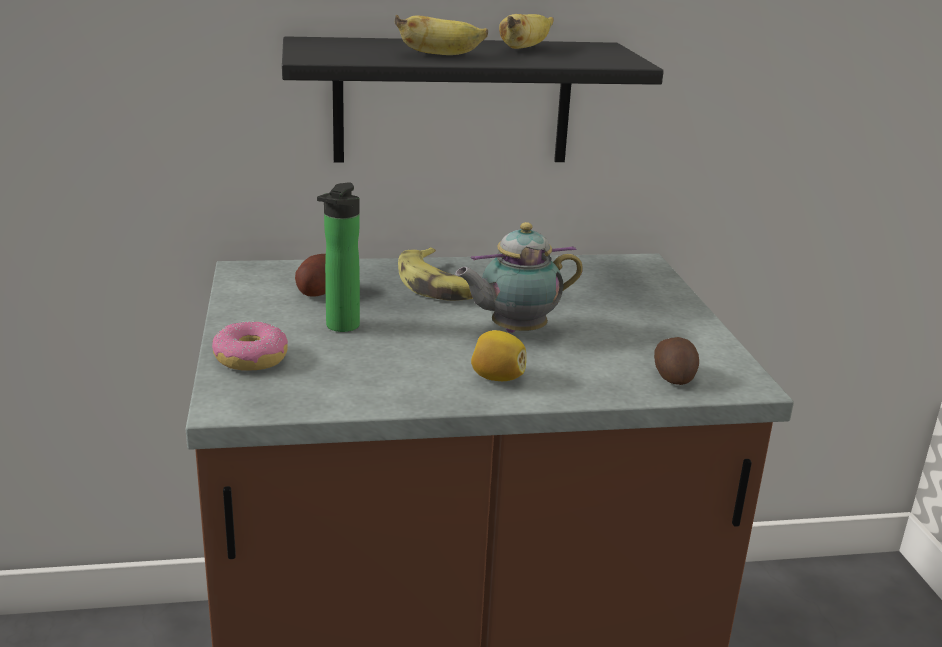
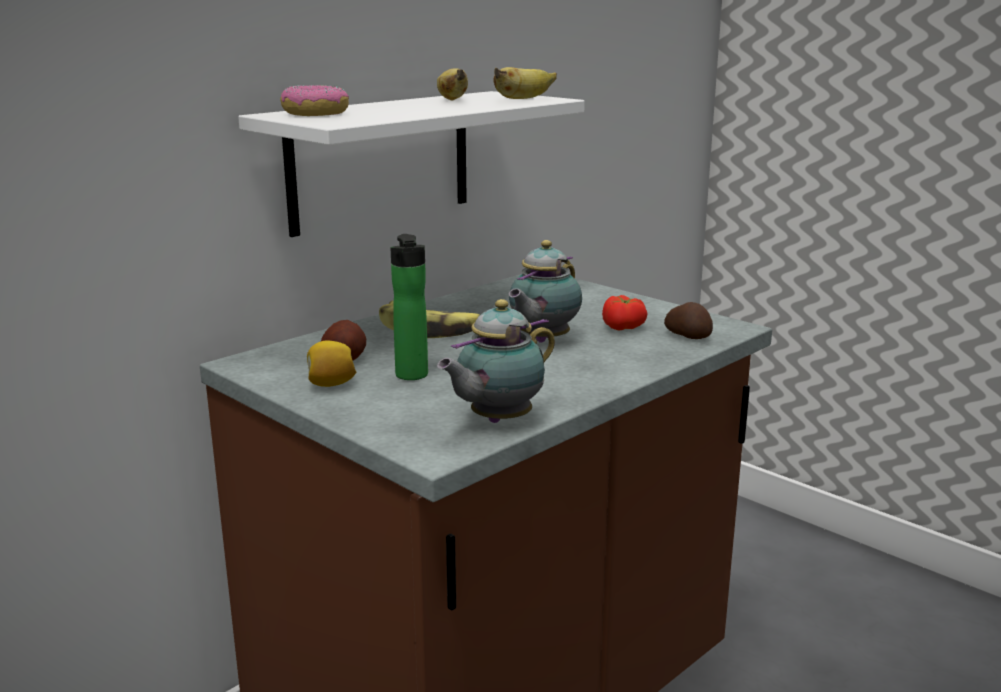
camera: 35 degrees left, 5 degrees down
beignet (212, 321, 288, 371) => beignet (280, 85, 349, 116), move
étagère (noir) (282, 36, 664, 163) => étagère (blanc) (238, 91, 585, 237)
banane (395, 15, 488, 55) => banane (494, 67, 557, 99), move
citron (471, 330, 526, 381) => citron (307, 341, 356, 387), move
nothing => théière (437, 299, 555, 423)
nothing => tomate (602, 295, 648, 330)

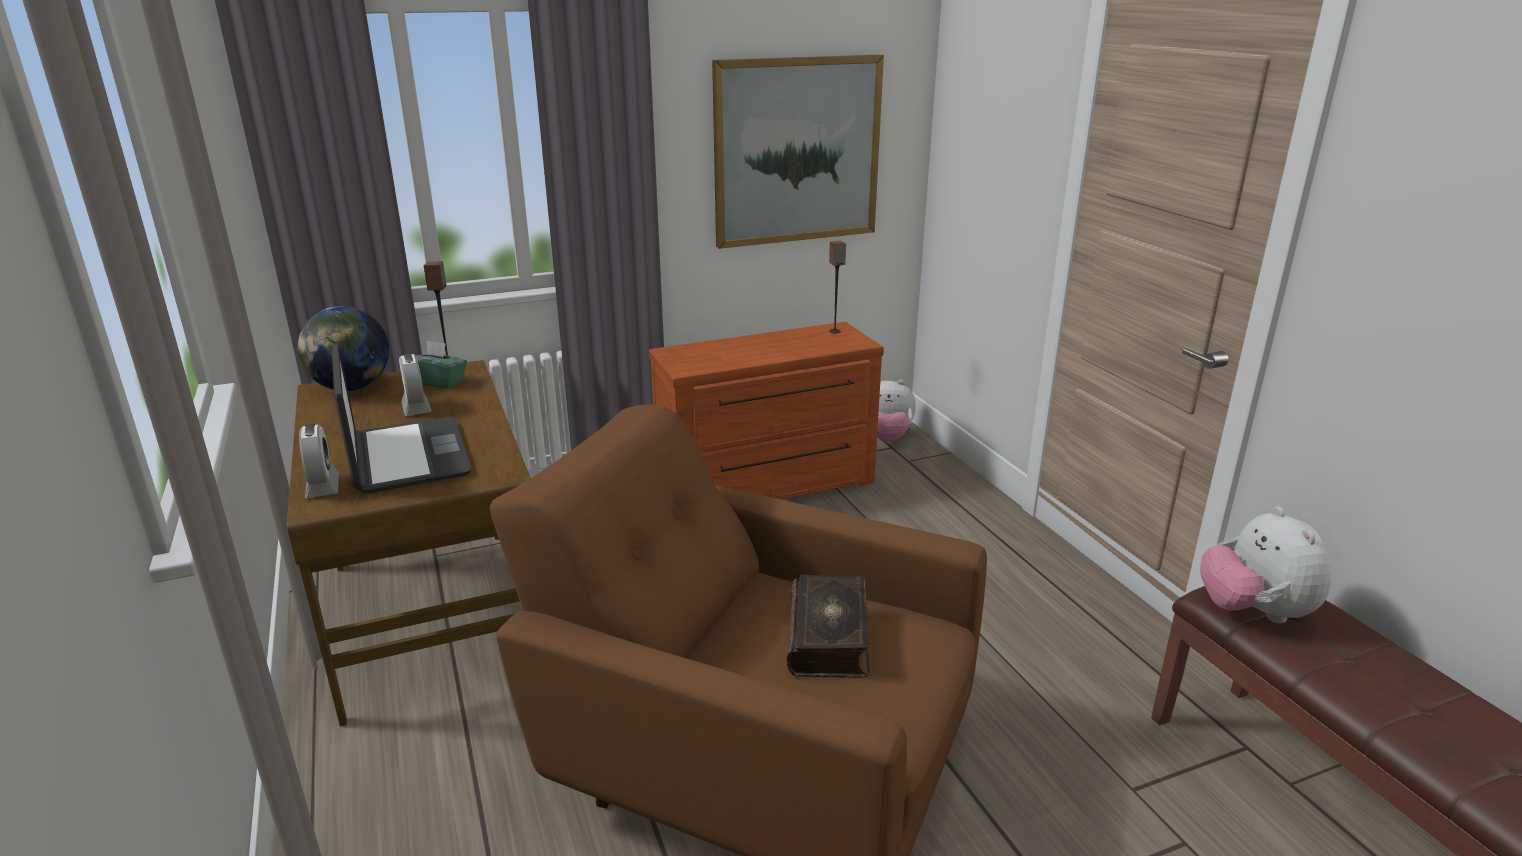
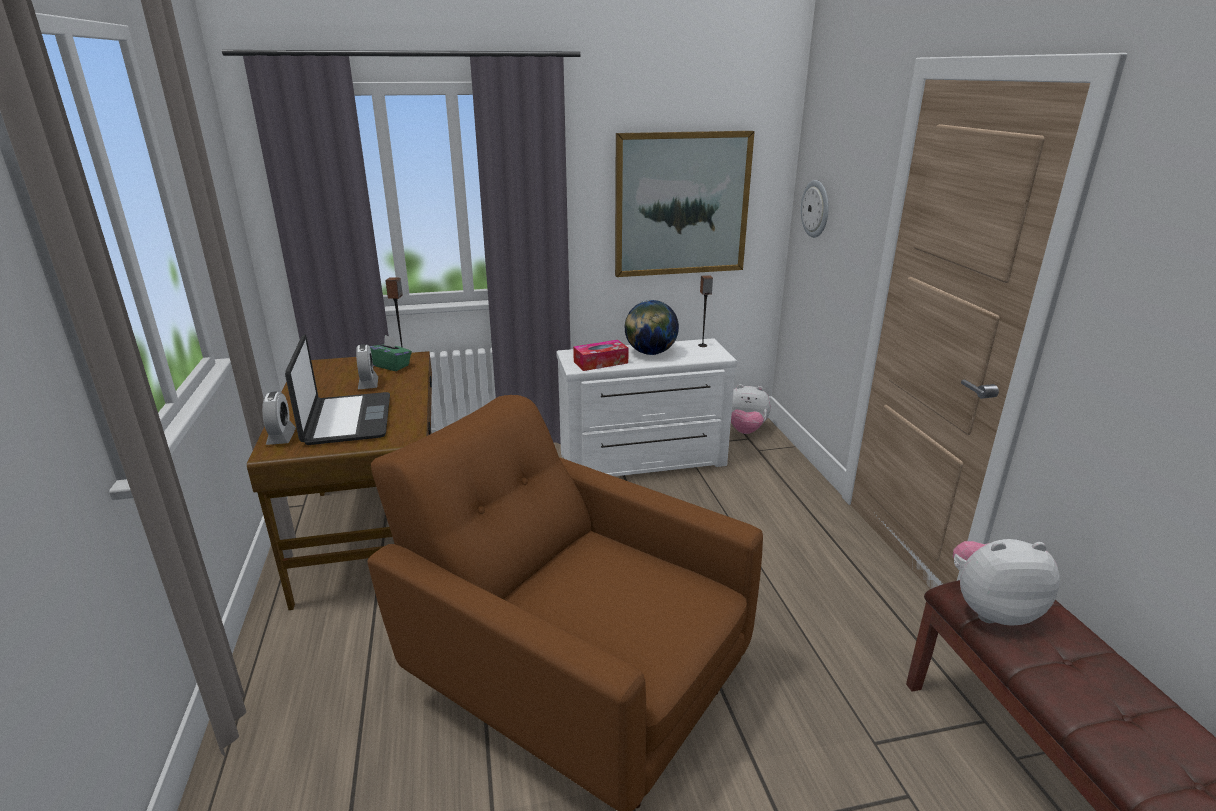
camera: 10 degrees right, 0 degrees up
globe (298, 306, 389, 391) => globe (625, 300, 679, 355), move
commode (marron) (649, 322, 884, 500) => commode (blanc) (556, 338, 737, 476)
livre (787, 575, 870, 678) => nothing
peluche (1200, 506, 1332, 623) => peluche (953, 539, 1060, 626), 90 degrees clockwise
nothing => boîte à mouchoirs (573, 340, 629, 371)
nothing => horloge murale (801, 180, 829, 238)

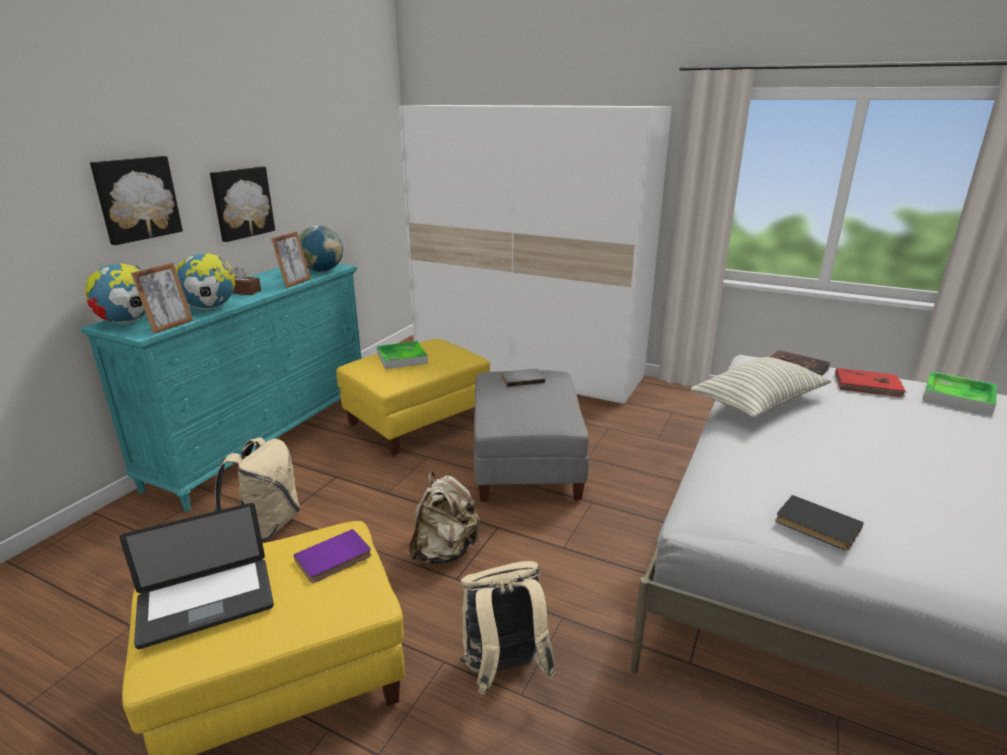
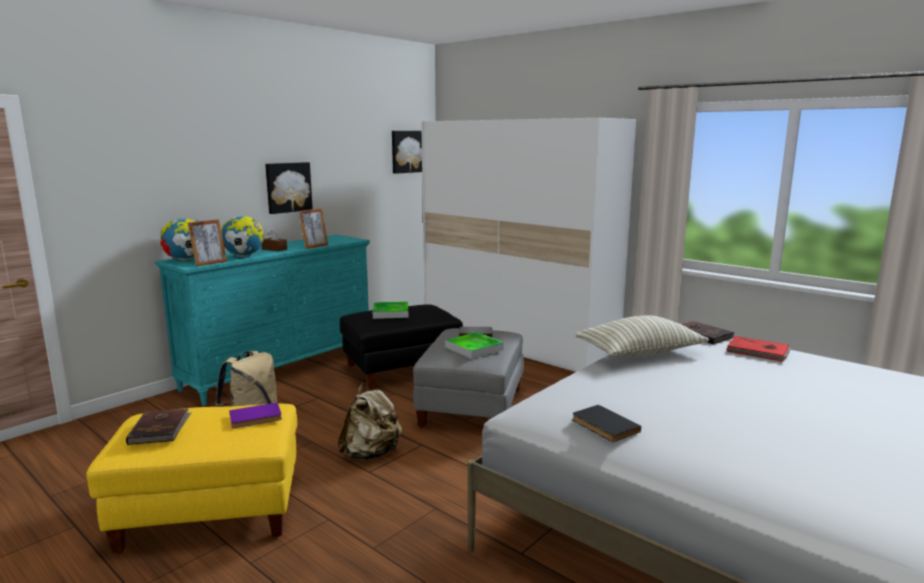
camera: 15 degrees right, 10 degrees down
tableau (90, 156, 183, 245) => tableau (392, 131, 422, 174), move
ordinateur portable (120, 503, 274, 649) => livre (marron) (126, 409, 192, 445)
globe (299, 225, 343, 272) => nothing
pouf (jaune) (336, 339, 490, 456) => pouf (noir) (340, 304, 463, 390)
sac à dos (beige) (460, 561, 557, 695) => nothing
plateau (923, 371, 997, 415) => plateau (445, 332, 504, 359), move

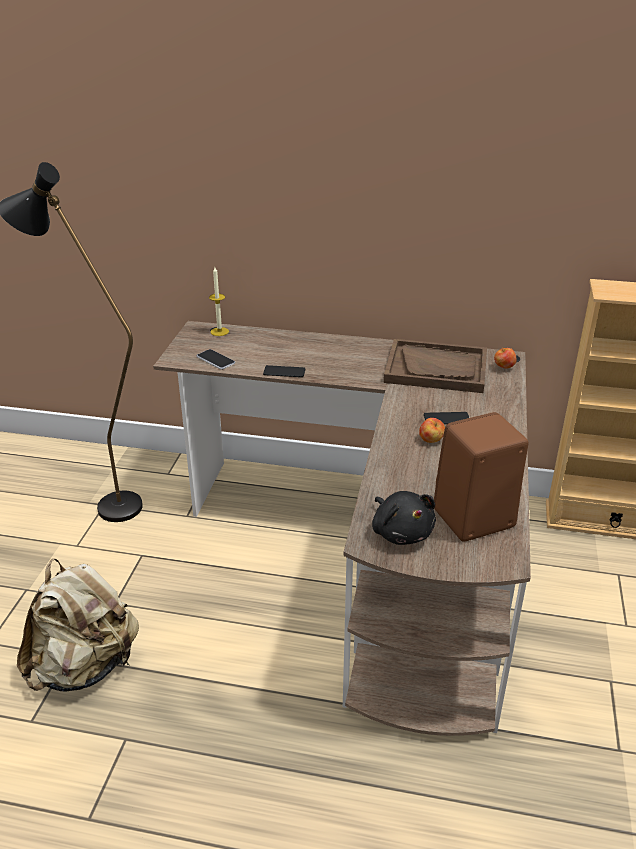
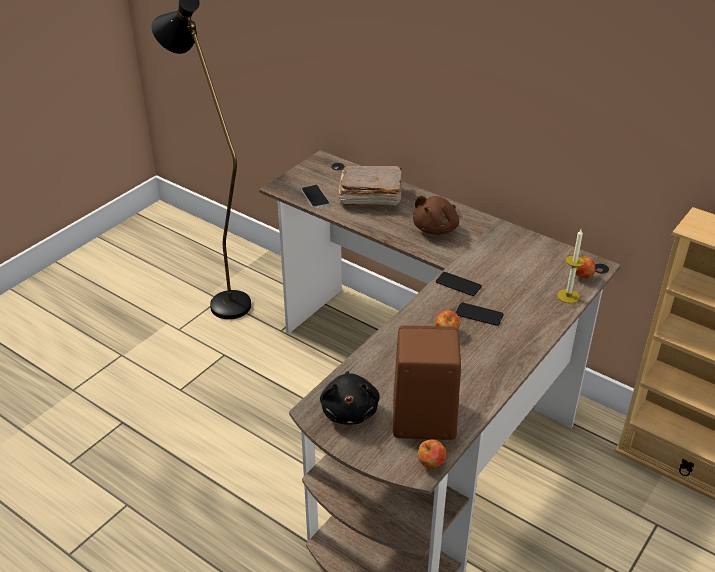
camera: 25 degrees right, 5 degrees up
sac à dos (beige) (17, 559, 139, 691) => nothing
bougie (209, 267, 229, 336) => bougie (557, 229, 585, 303), move
téléphone (263, 365, 305, 377) => téléphone (436, 272, 482, 296), move
plateau (marron) (384, 339, 487, 393) => nothing
nothing => livre (marron) (338, 165, 402, 206)
nothing => peluche (marron) (413, 196, 459, 234)
nothing => pomme (418, 439, 446, 468)

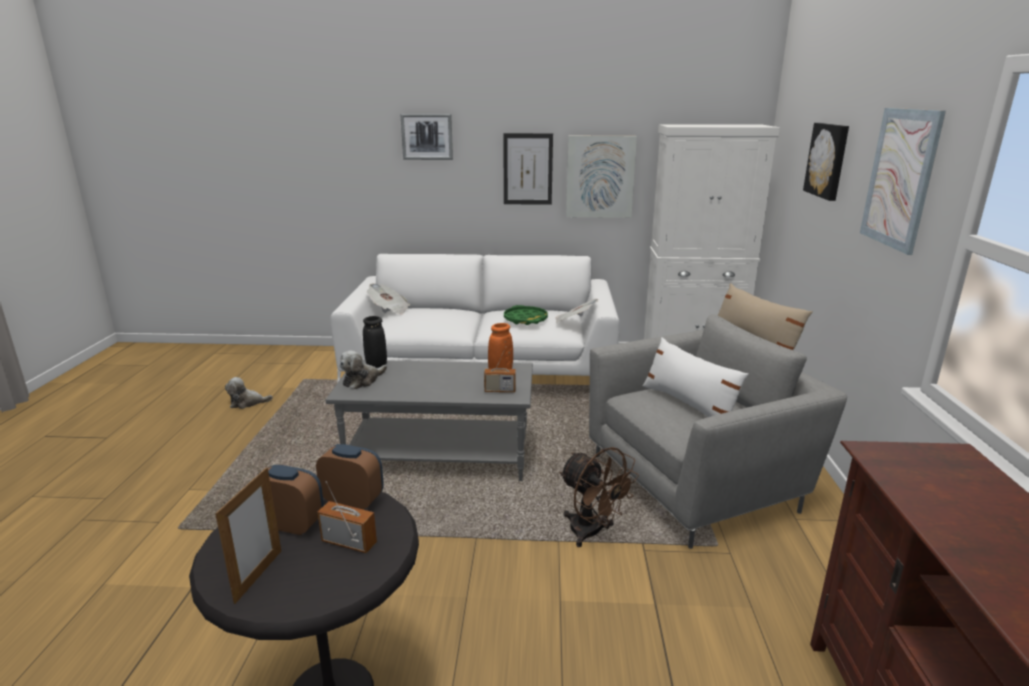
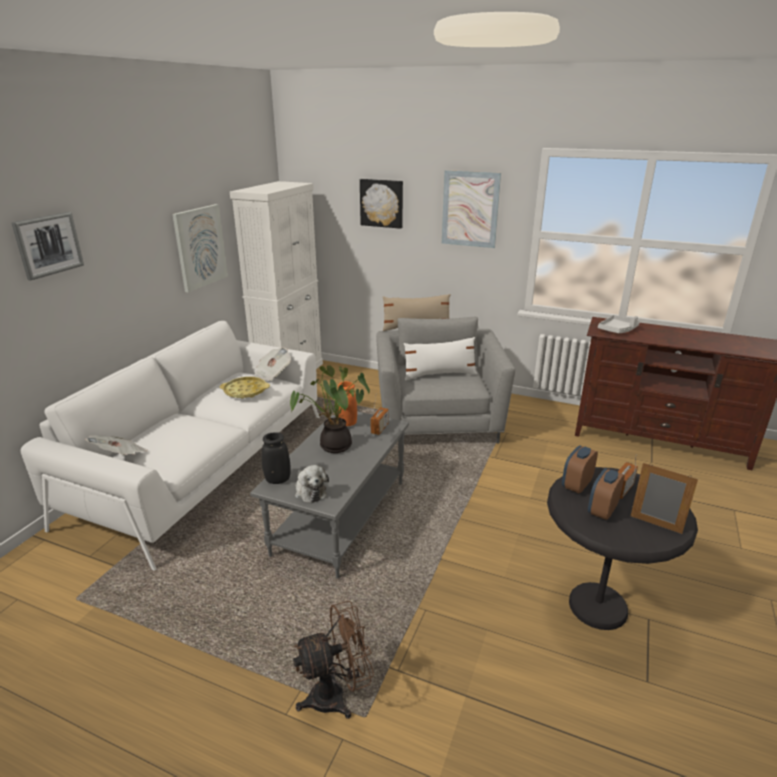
camera: 70 degrees left, 5 degrees up
peluche (225, 377, 273, 409) => nothing
tableau (503, 133, 553, 205) => nothing
plateau (vert) (504, 305, 548, 325) => plateau (jaune) (220, 377, 270, 398)
ventilateur (marron) (559, 447, 639, 547) => ventilateur (marron) (293, 601, 374, 719), move
nothing => plante en pot (290, 365, 370, 453)
nothing => plateau (gris) (598, 315, 640, 333)

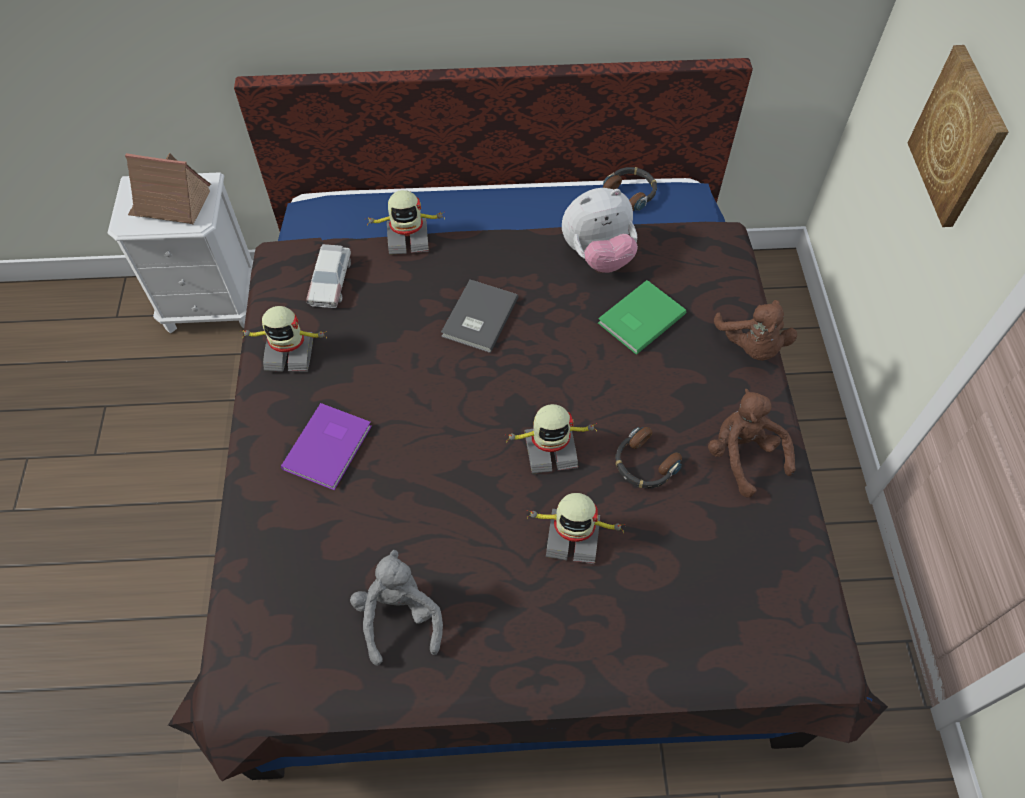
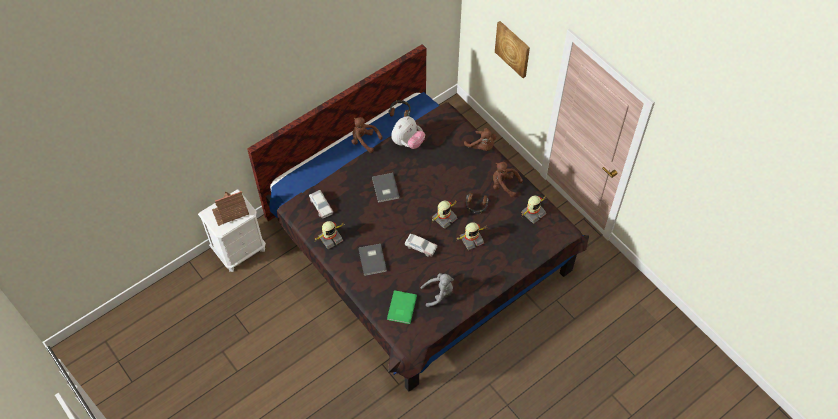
camera: 35 degrees left, 0 degrees up
livre (violet) (281, 403, 372, 490) => livre (gris) (358, 244, 387, 276)
peluche (gris) (350, 550, 443, 666) => peluche (gris) (421, 273, 454, 307), 120 degrees clockwise
robot jouet (365, 190, 445, 255) => robot jouet (521, 196, 546, 223), move
livre (vert) (598, 280, 686, 355) => livre (vert) (387, 290, 417, 324), move
nothing => peluche (marron) (352, 117, 382, 153)
nothing => petite voiture (405, 234, 438, 257)

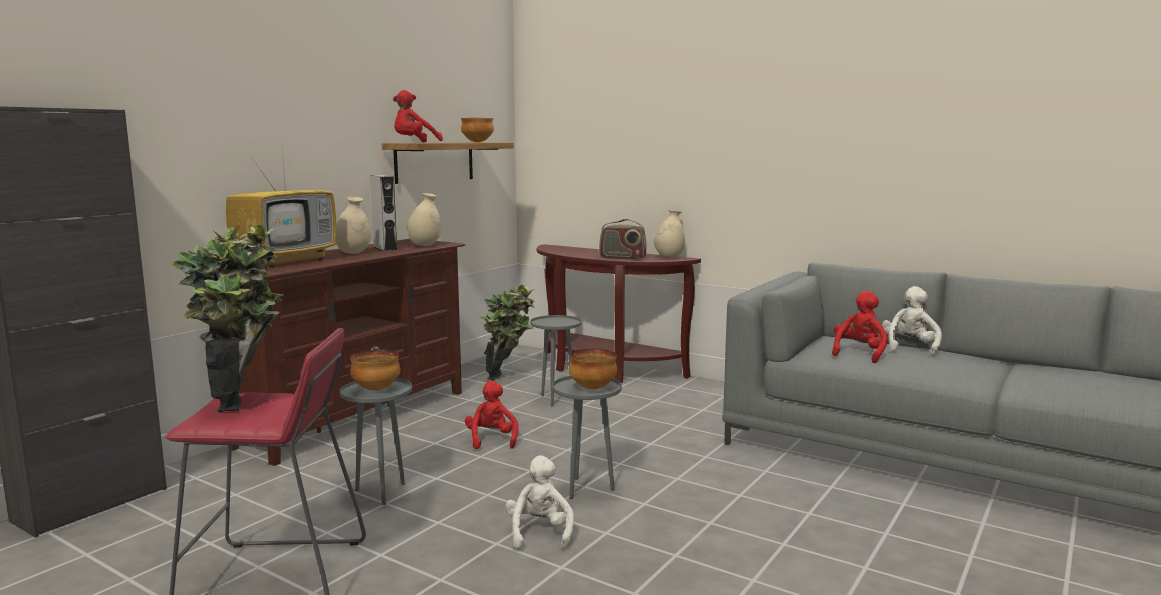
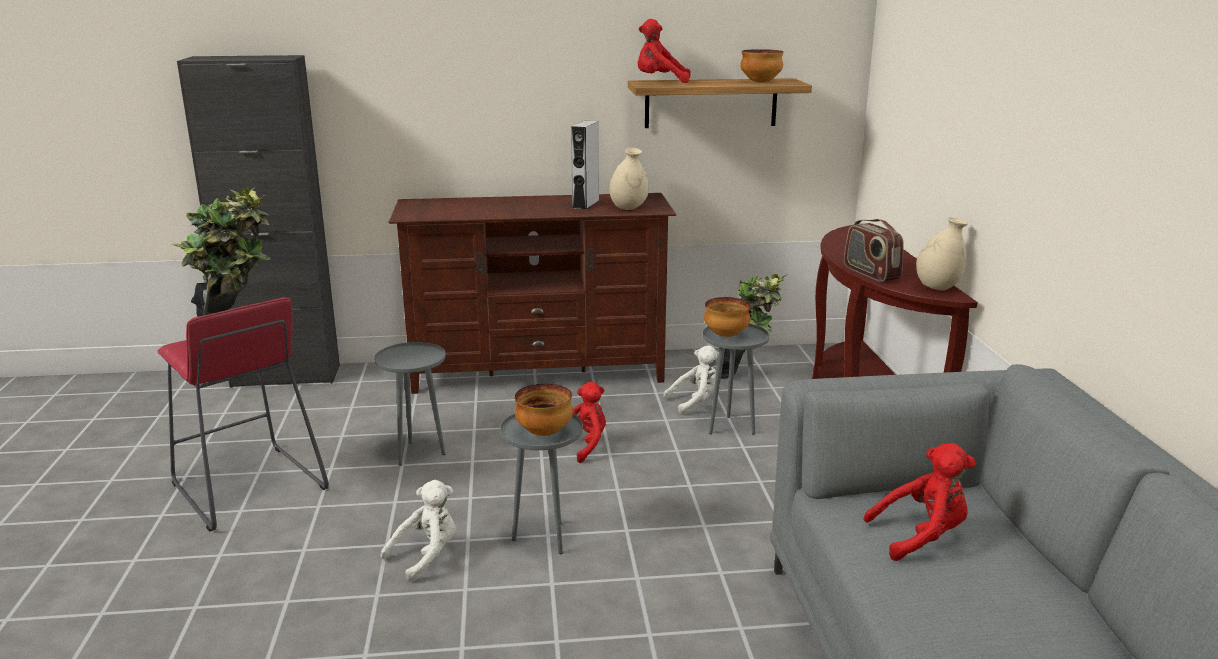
camera: 50 degrees right, 10 degrees up
téléviseur (226, 149, 337, 268) => nothing
vase (beige) (336, 197, 372, 254) => nothing
bol (350, 349, 401, 390) => bol (704, 297, 751, 337), move
peluche (blanc) (882, 286, 942, 357) => peluche (blanc) (663, 346, 720, 415), move

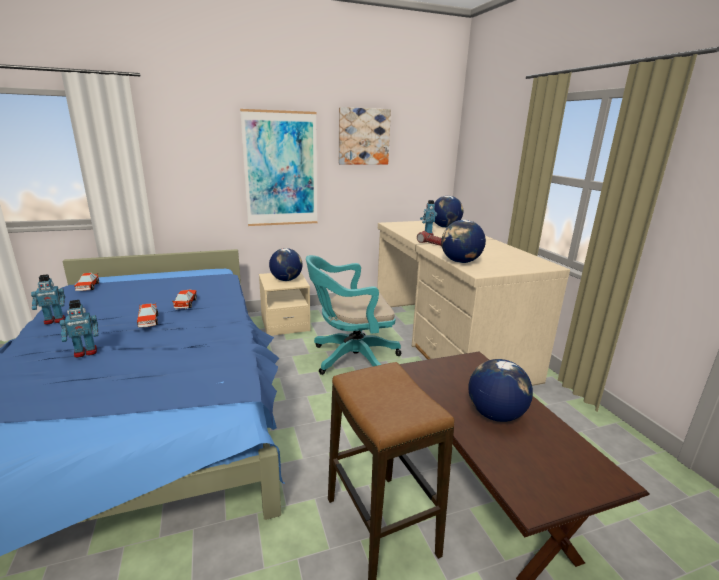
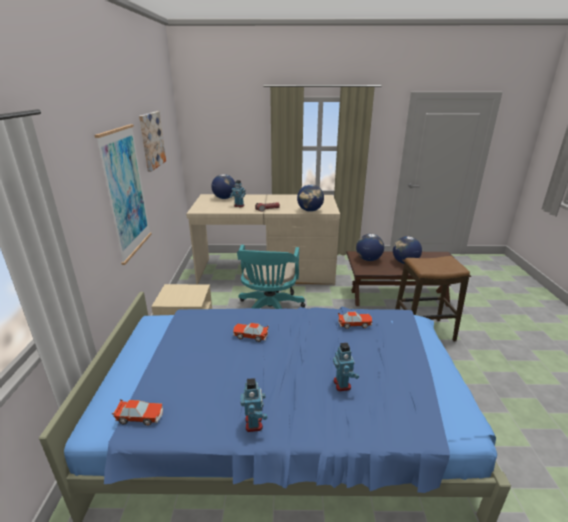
camera: 70 degrees left, 5 degrees up
petite voiture (137, 303, 158, 328) => petite voiture (338, 312, 372, 329), move
globe (269, 248, 302, 281) => globe (356, 234, 384, 261), move

